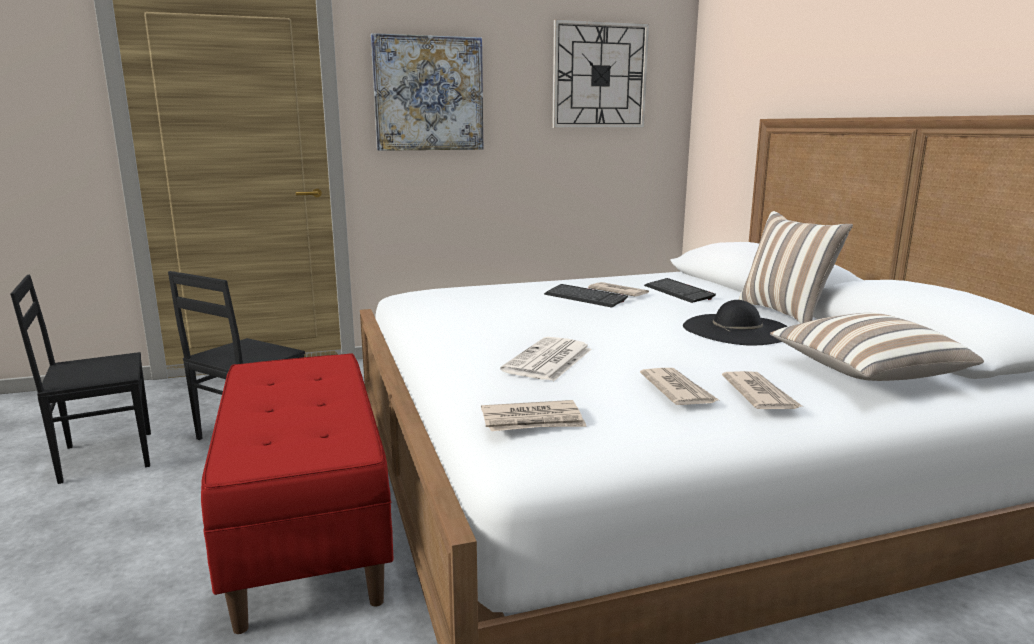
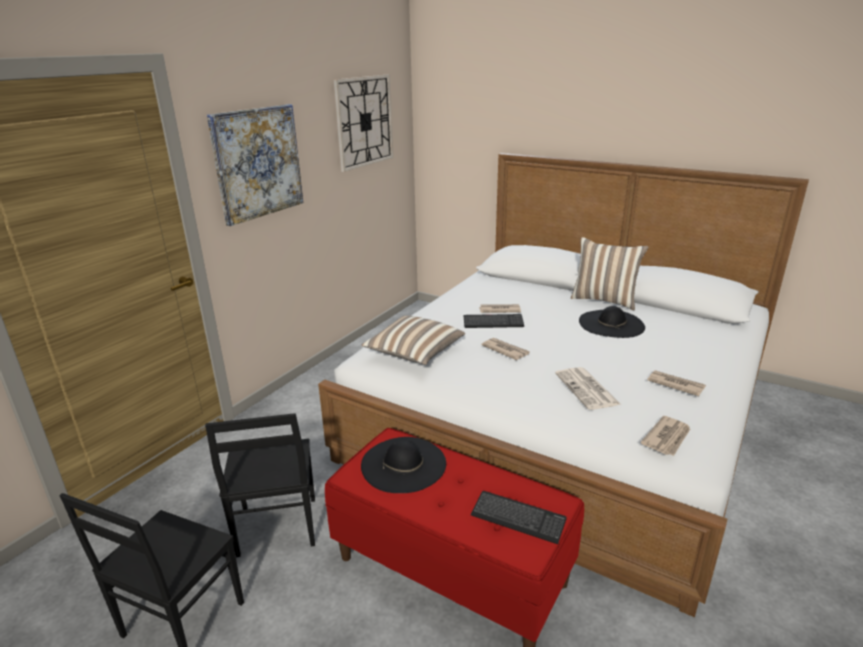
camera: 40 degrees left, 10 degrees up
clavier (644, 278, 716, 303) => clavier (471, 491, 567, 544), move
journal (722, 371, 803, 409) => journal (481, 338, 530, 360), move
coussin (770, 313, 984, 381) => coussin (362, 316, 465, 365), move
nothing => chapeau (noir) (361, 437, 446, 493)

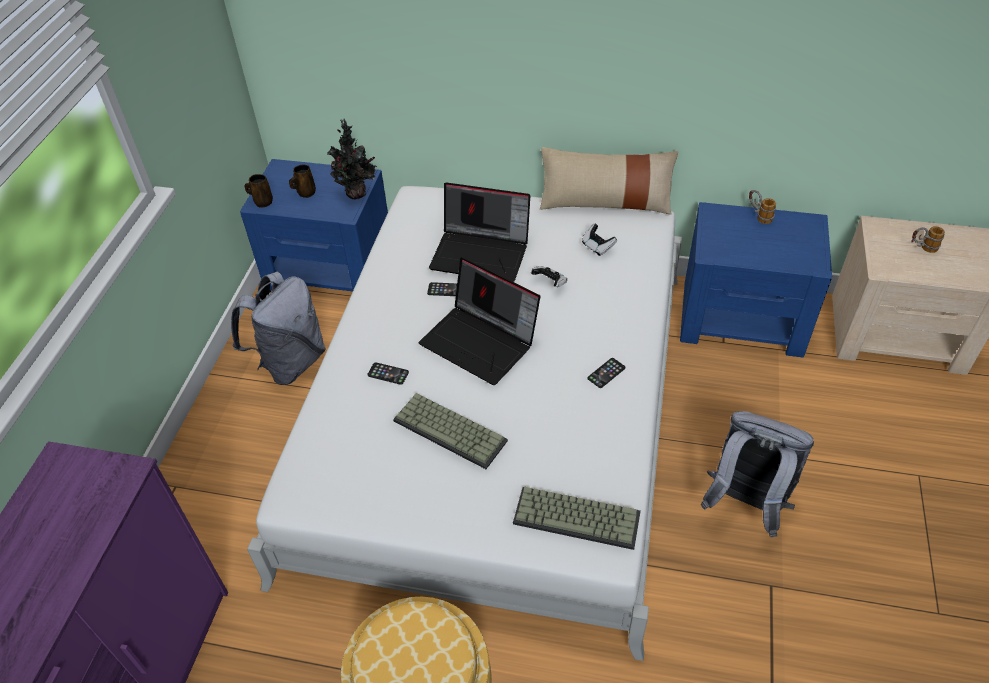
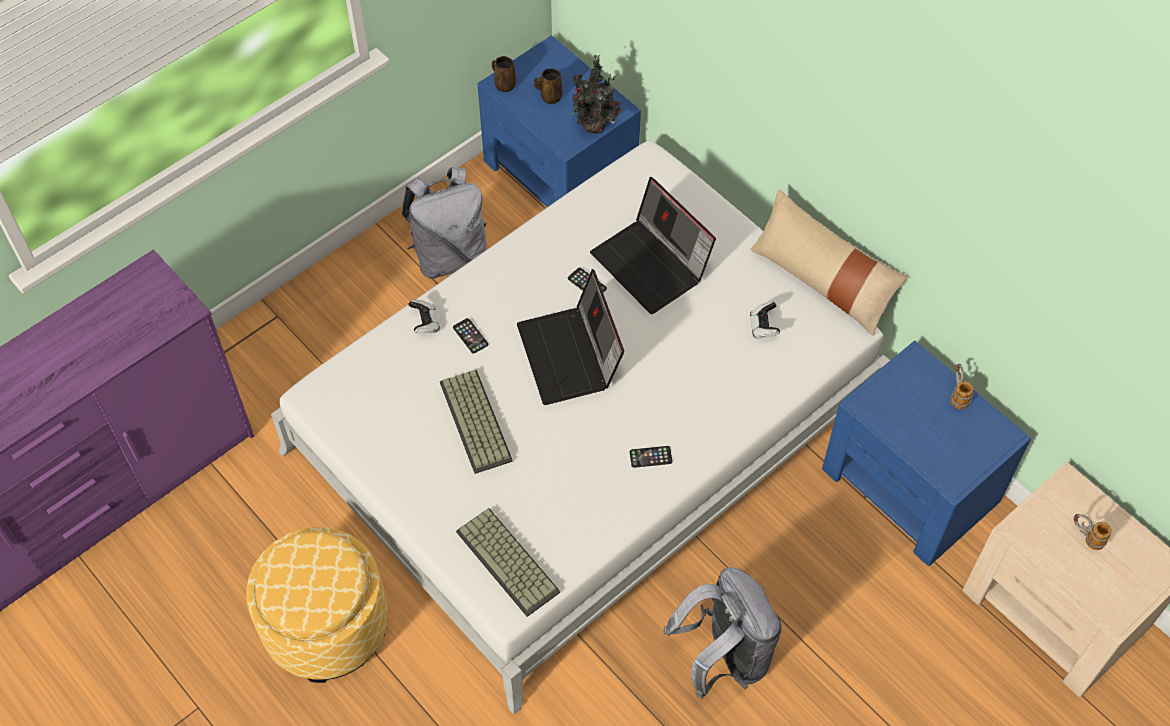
camera: 35 degrees right, 10 degrees up
manette (531, 266, 567, 287) => manette (408, 300, 440, 334), move

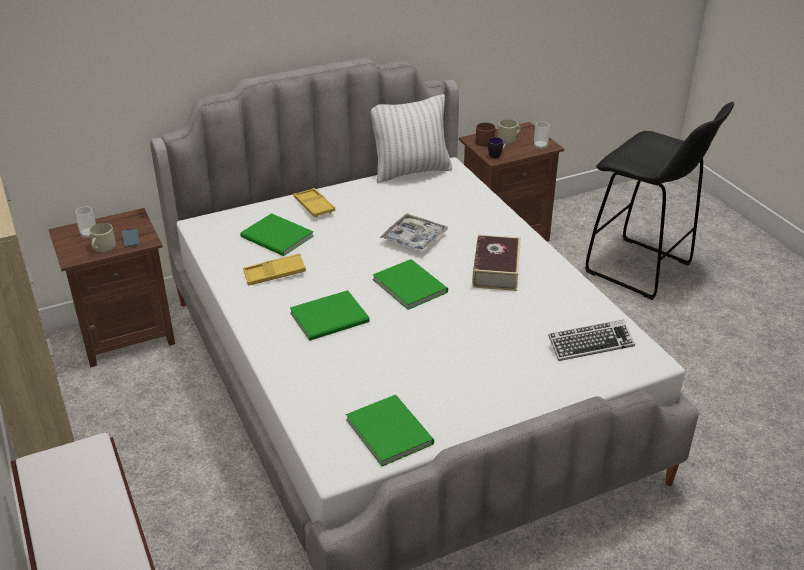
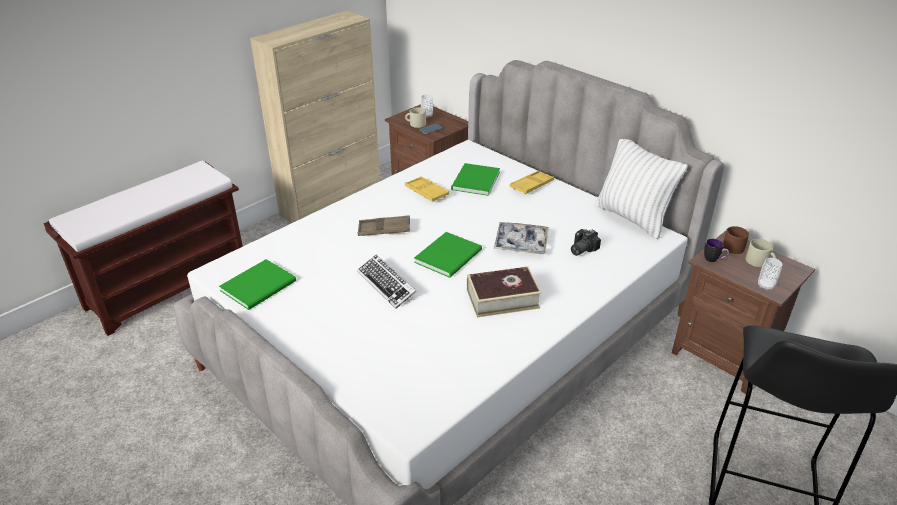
camera: 70 degrees right, 0 degrees up
livre (vert) (290, 290, 370, 341) => plateau (marron) (358, 215, 410, 236)
clavier (548, 320, 635, 361) => clavier (357, 254, 417, 309), move
nothing => appareil photo (571, 229, 601, 256)

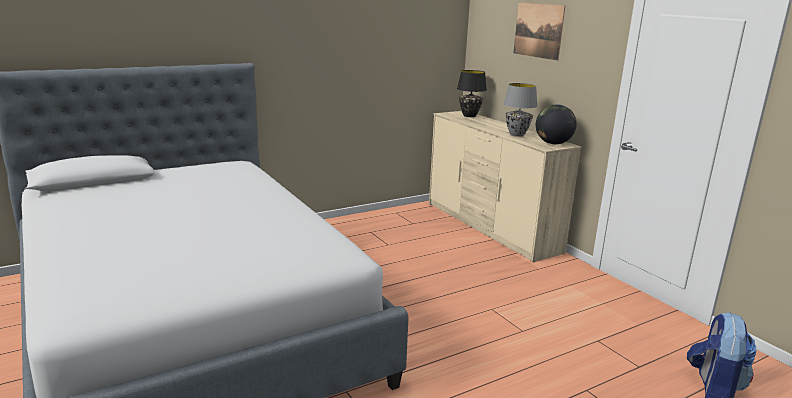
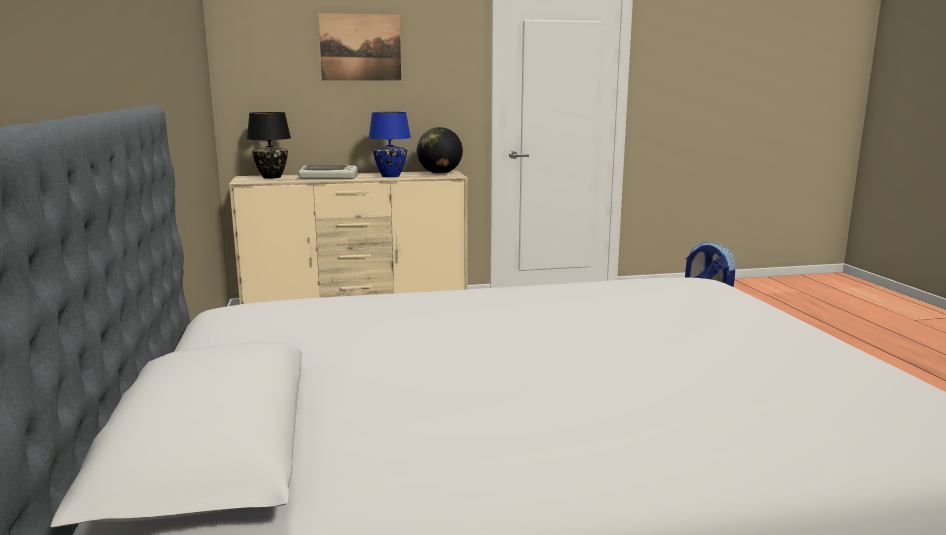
camera: 70 degrees left, 5 degrees down
lampe de table (gris) (503, 83, 537, 137) => lampe de table (bleu) (369, 112, 411, 177)
nothing => clavier (298, 166, 358, 179)

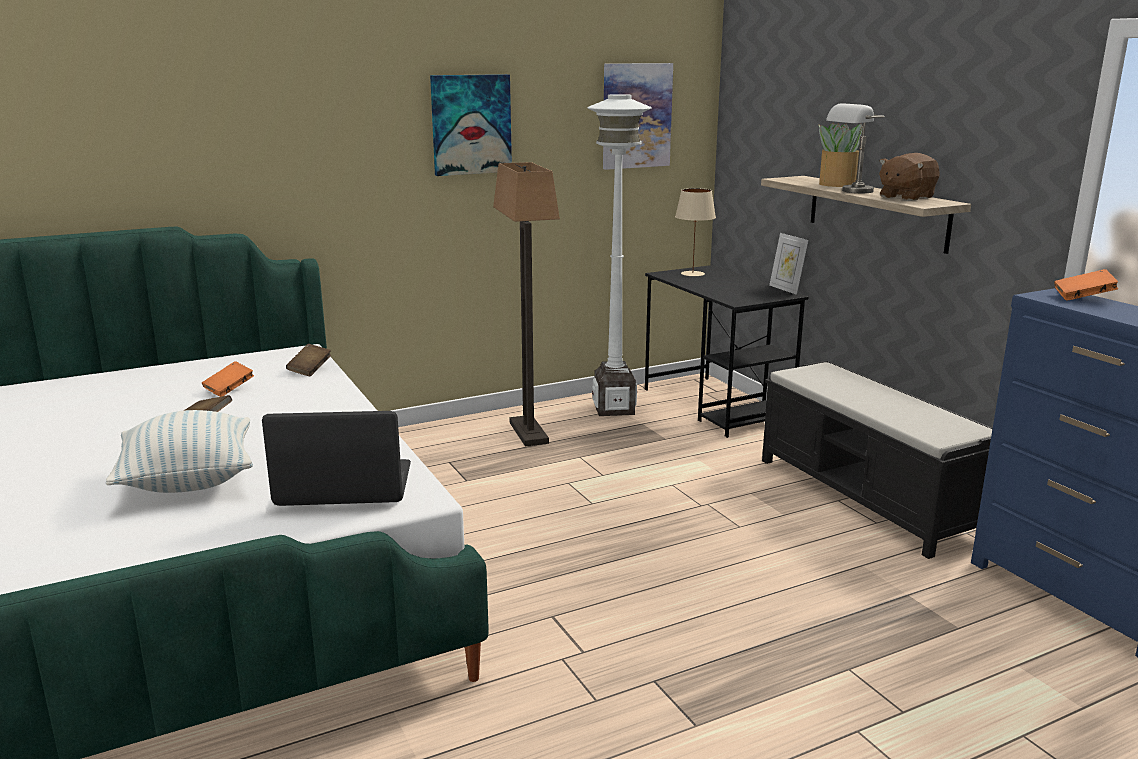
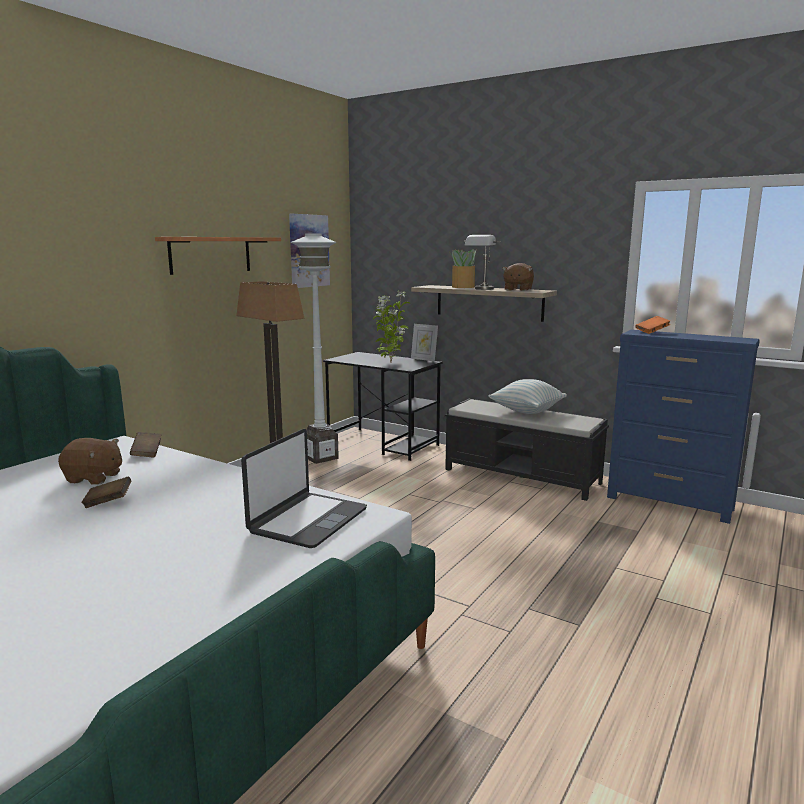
camera: 30 degrees left, 5 degrees down
coussin (106, 410, 253, 493) => coussin (489, 379, 567, 414), move
livre (orange) (202, 361, 254, 397) => peluche (marron) (58, 438, 122, 485)
ordinateur portable (262, 411, 411, 506) => ordinateur portable (241, 429, 367, 548), 150 degrees clockwise
tableau (430, 74, 512, 176) => étagère (155, 237, 281, 275)
lampe de table (beige) (675, 188, 716, 276) => nothing
nothing => plante en pot (373, 291, 411, 362)

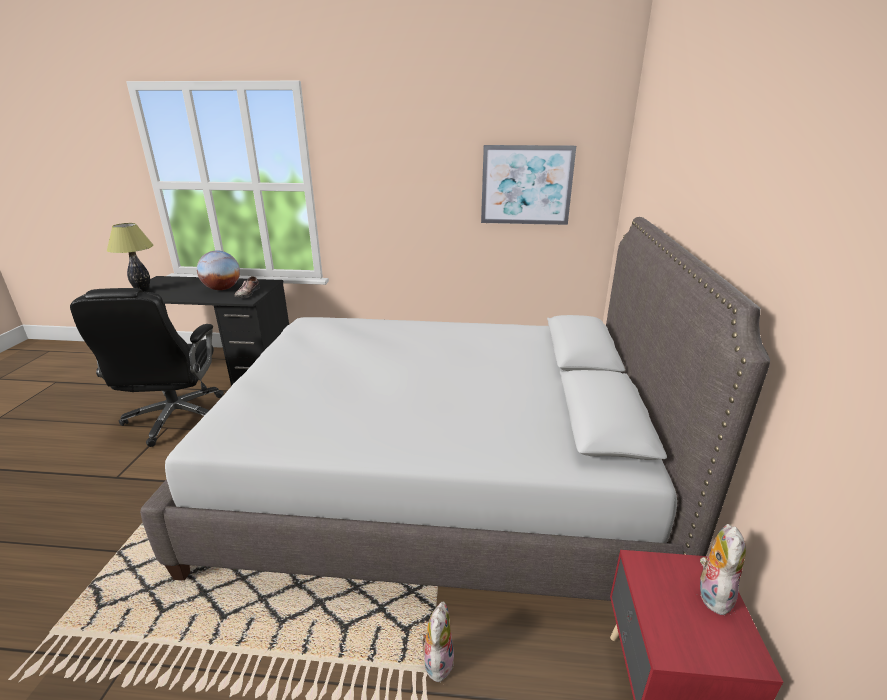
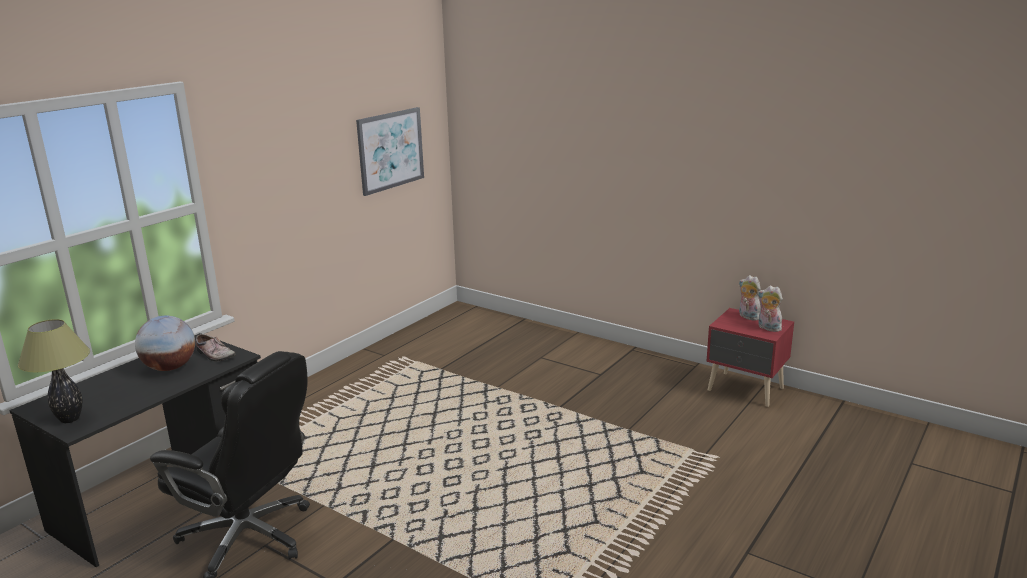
camera: 60 degrees left, 5 degrees down
lit (gris) (140, 217, 770, 601) => nothing
peluche (420, 601, 454, 684) => peluche (758, 286, 784, 332), move

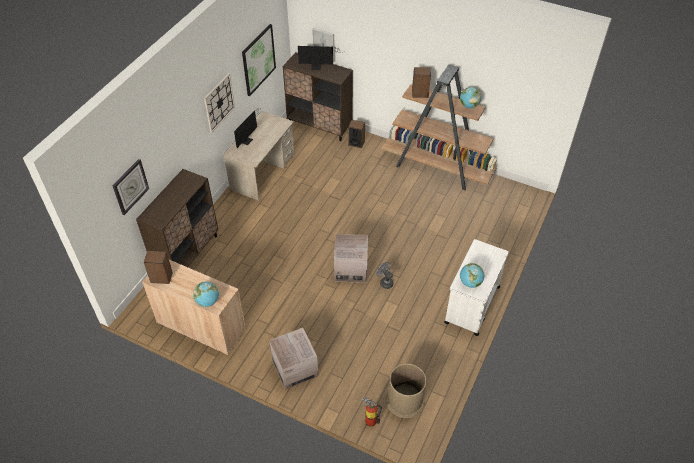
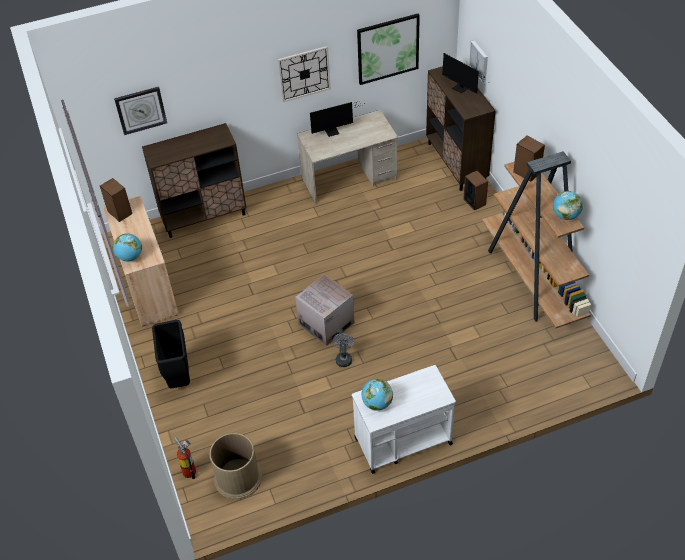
camera: 45 degrees right, 0 degrees up
carton (269, 328, 318, 390) => poubelle (noir) (152, 320, 190, 388)

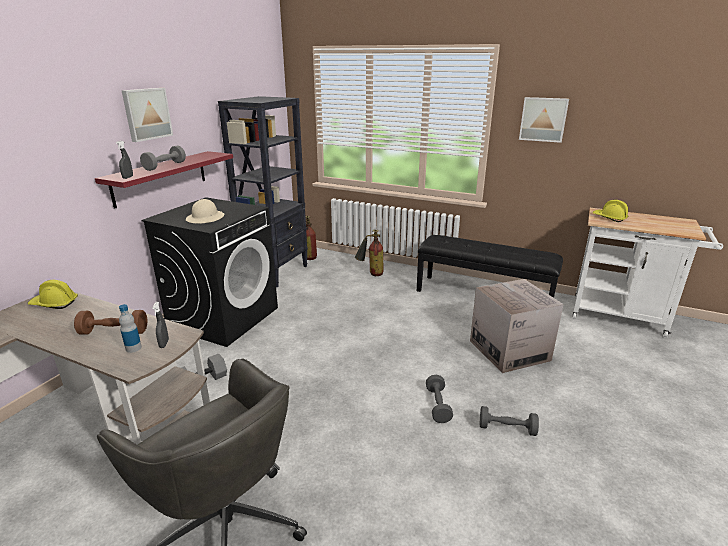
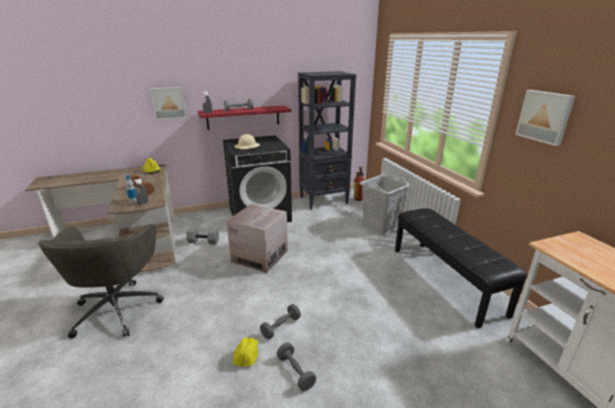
camera: 45 degrees right, 0 degrees up
tableau (122, 88, 173, 142) => tableau (150, 87, 187, 120), move
extincteur (355, 230, 384, 276) => panier à linge (gris) (359, 175, 411, 233)
carton (470, 279, 564, 373) => carton (226, 204, 288, 273), move
casque de chantier (jaune) (592, 200, 629, 222) => casque de chantier (jaune) (233, 337, 258, 367), move

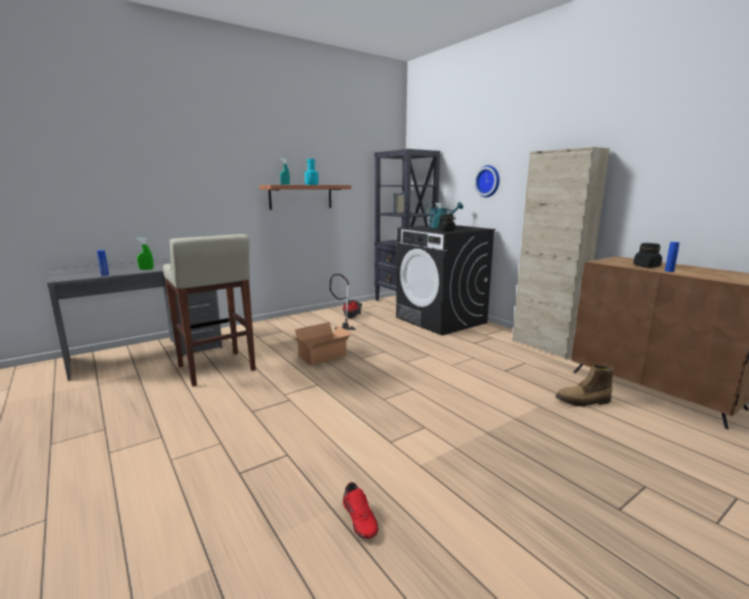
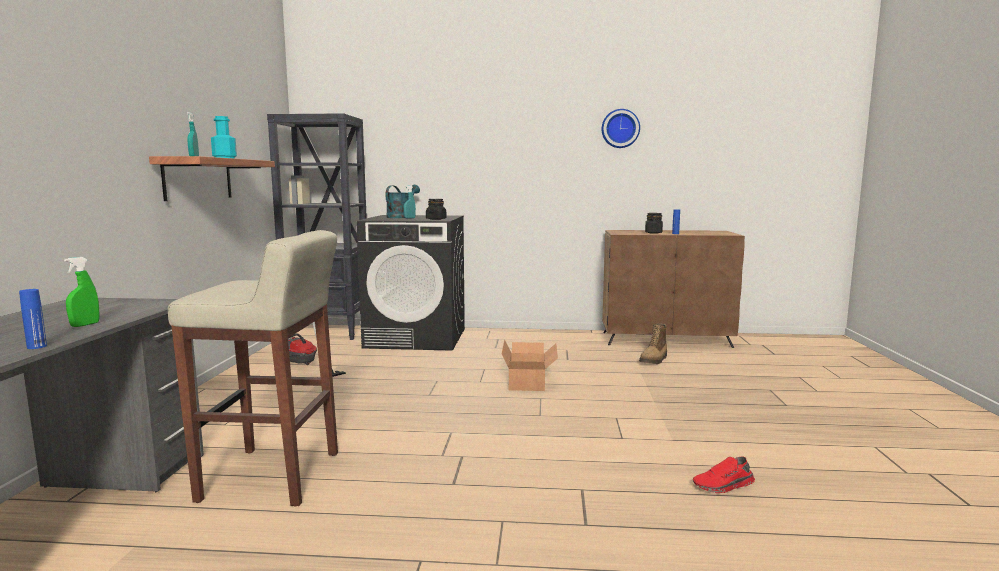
camera: 50 degrees left, 5 degrees down
carton (293, 322, 351, 366) => carton (502, 339, 558, 391), move
chaussure (rouge) (343, 482, 379, 539) => chaussure (rouge) (693, 457, 755, 493), 150 degrees clockwise
horloge murale (474, 165, 500, 197) => horloge murale (602, 109, 640, 148), move
meuble de rangement (beige) (512, 147, 610, 359) => nothing

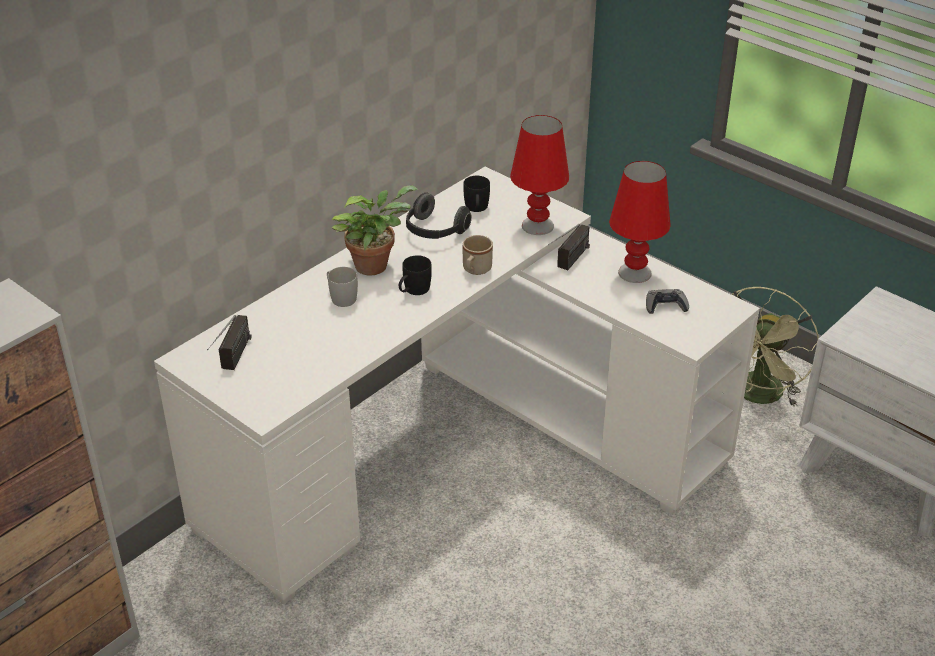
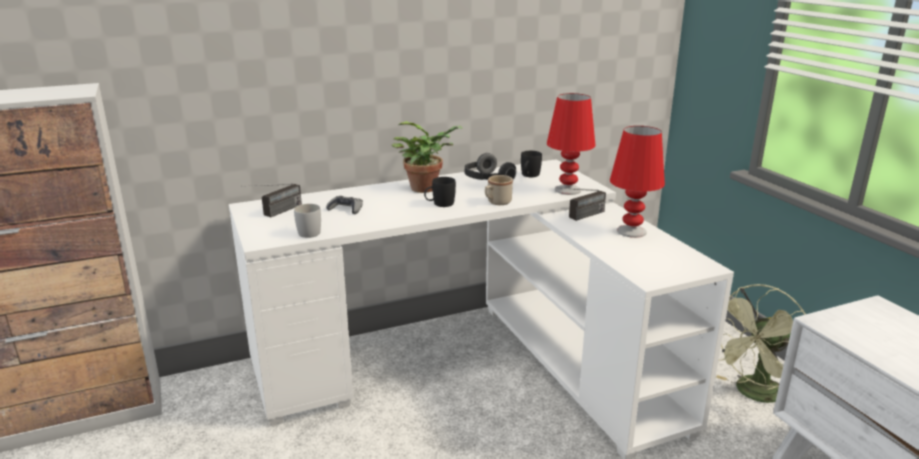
camera: 25 degrees right, 15 degrees down
mug (blanc) (327, 267, 358, 307) => mug (blanc) (294, 204, 321, 238), move
manette (gris) (646, 289, 689, 314) => manette (gris) (326, 196, 363, 214), move

